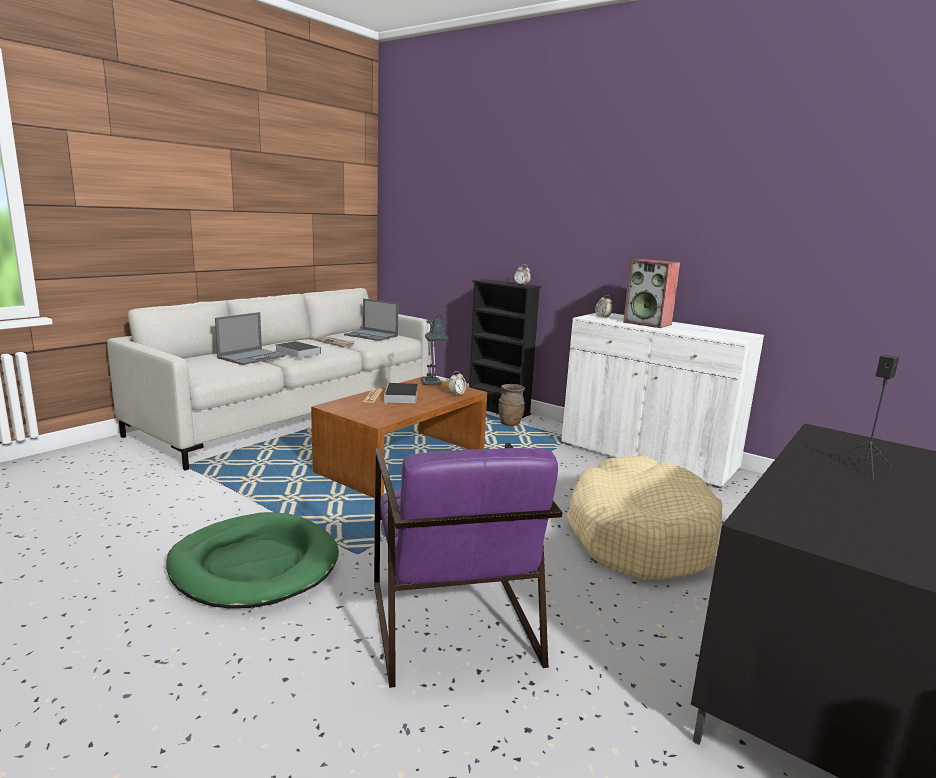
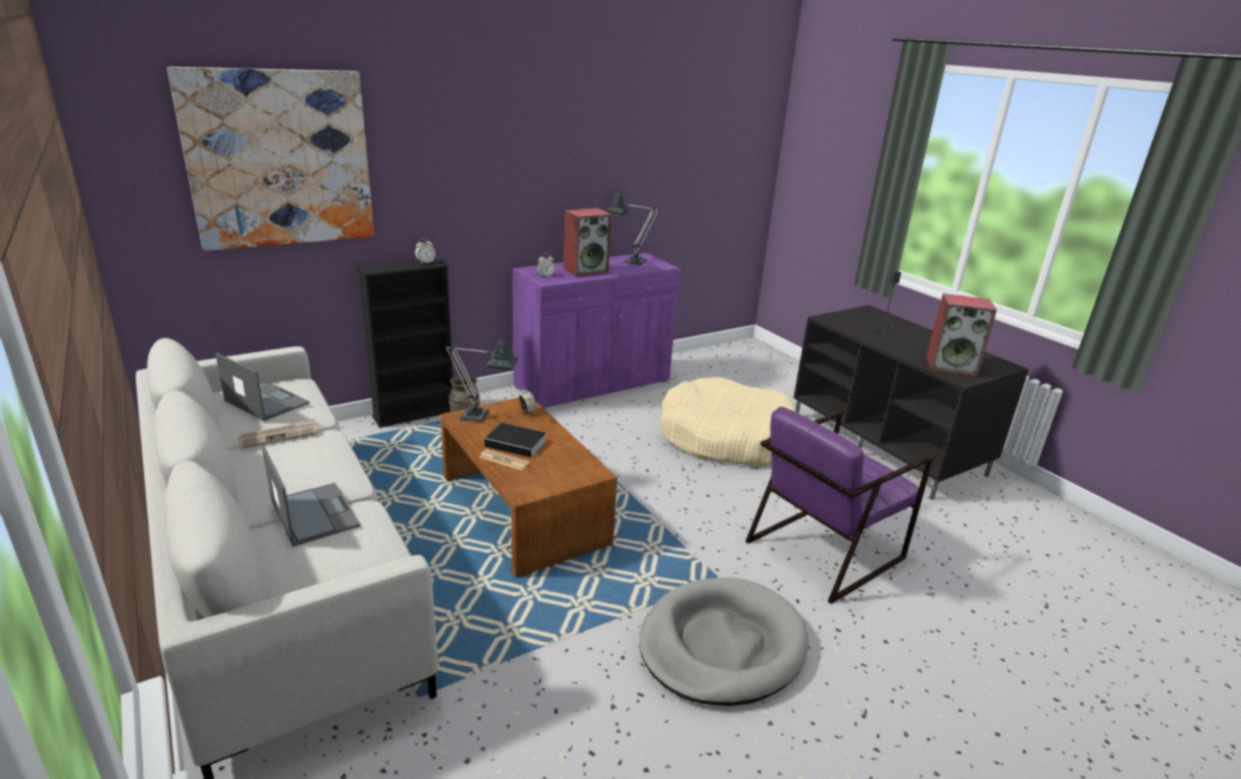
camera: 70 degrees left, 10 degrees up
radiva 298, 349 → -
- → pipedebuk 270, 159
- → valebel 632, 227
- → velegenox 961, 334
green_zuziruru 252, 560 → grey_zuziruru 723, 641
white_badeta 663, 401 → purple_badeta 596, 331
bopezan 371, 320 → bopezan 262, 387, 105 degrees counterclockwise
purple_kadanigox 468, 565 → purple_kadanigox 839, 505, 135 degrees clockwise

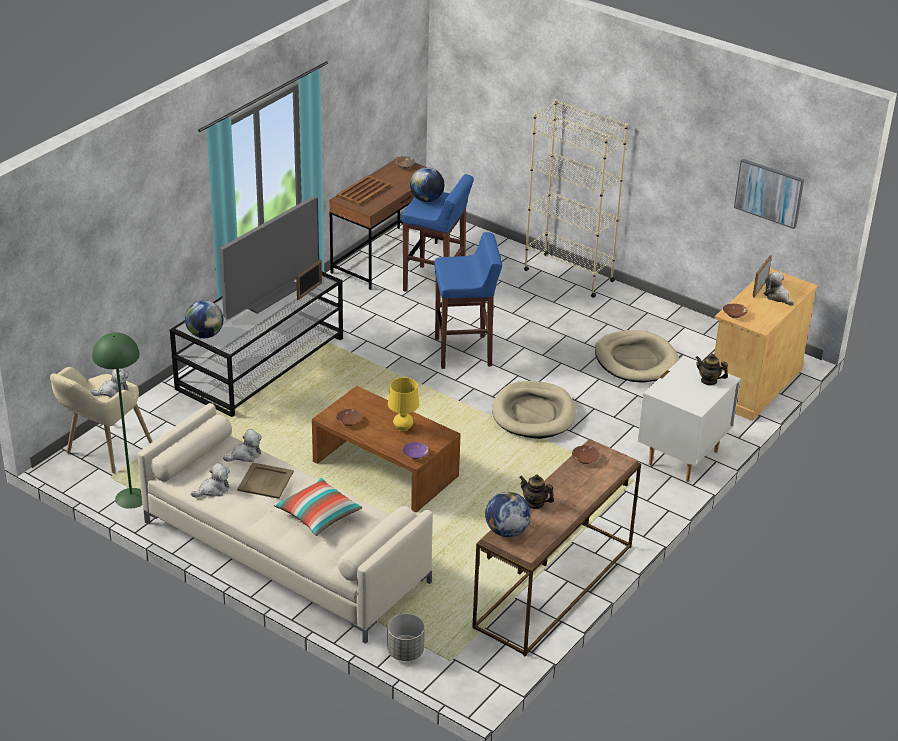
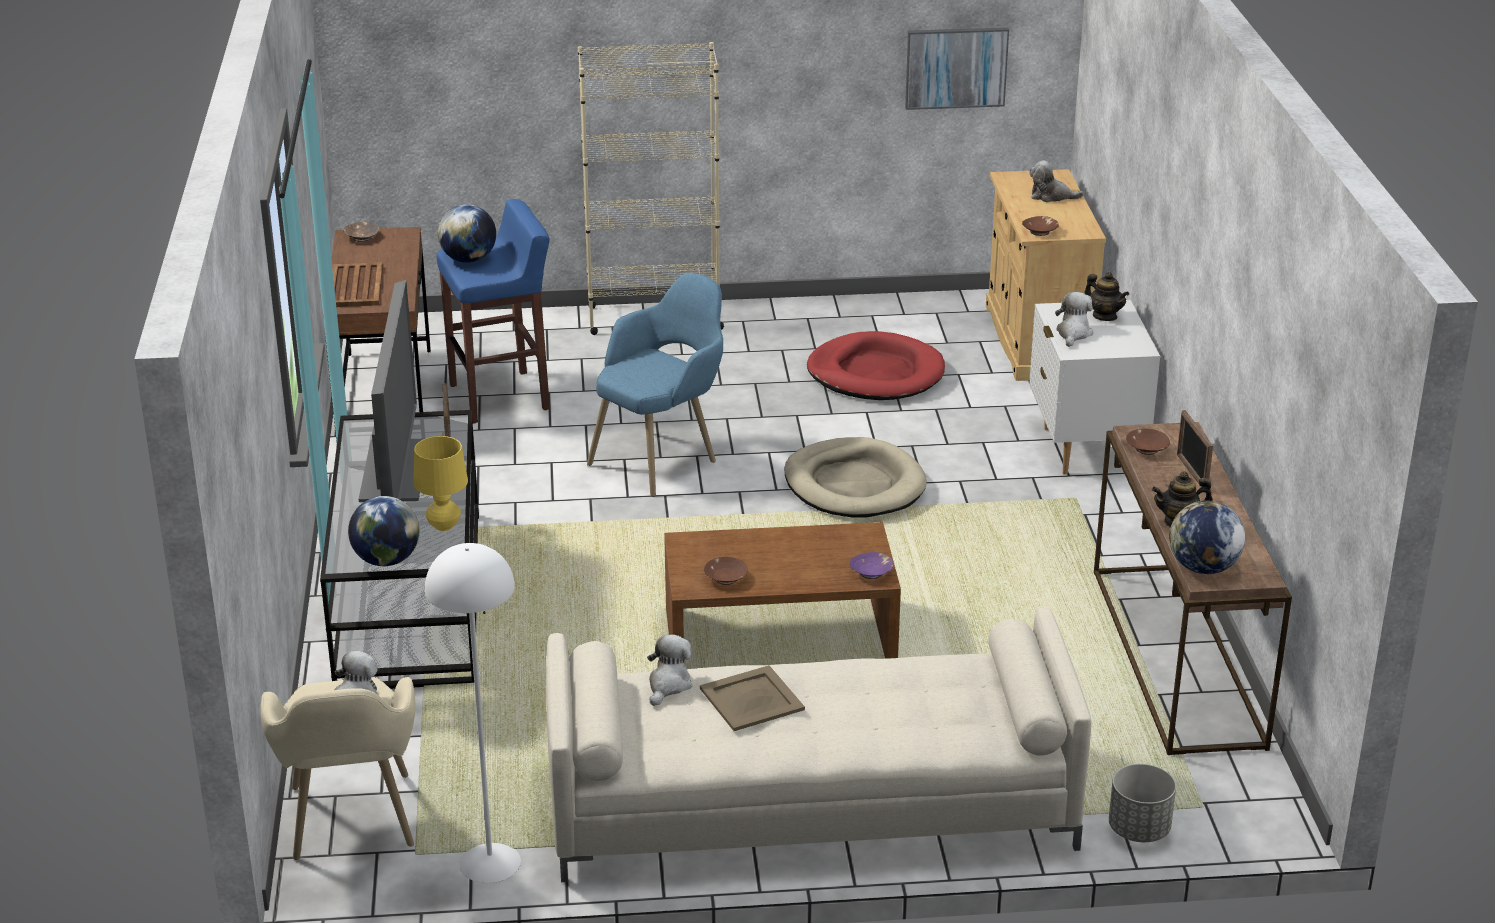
camera: 40 degrees left, 5 degrees down
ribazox 317, 507 → -
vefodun 210, 480 → vefodun 1074, 319, move
yellow_valebel 403, 404 → yellow_valebel 440, 483, move
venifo 762, 276 → venifo 1195, 448, move
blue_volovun 468, 300 → blue_kadanigox 655, 385
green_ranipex 117, 420 → white_ranipex 473, 713
beige_zuziruru 637, 356 → red_zuziruru 876, 365
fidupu 711, 370 → fidupu 1107, 296, 120 degrees counterclockwise

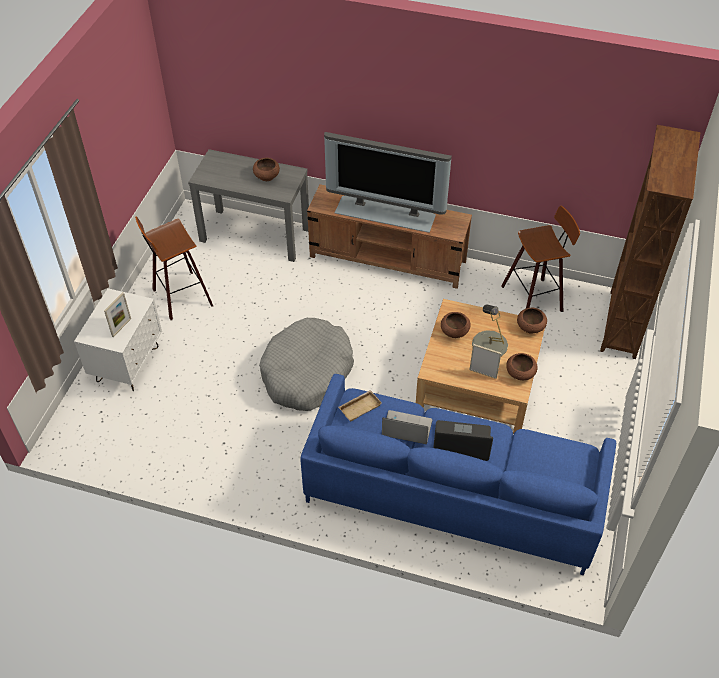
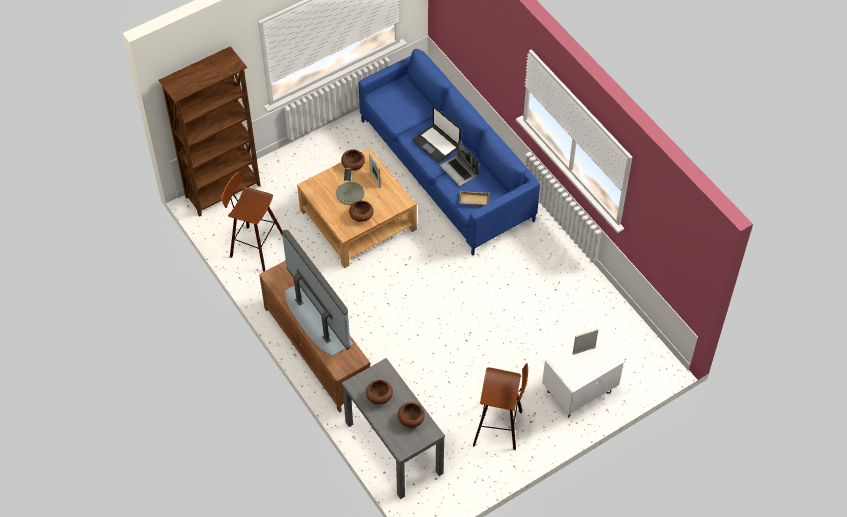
camera: 140 degrees left, 5 degrees up
grey_zuziruru 306, 364 → -
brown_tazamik 532, 321 → brown_tazamik 411, 415, move

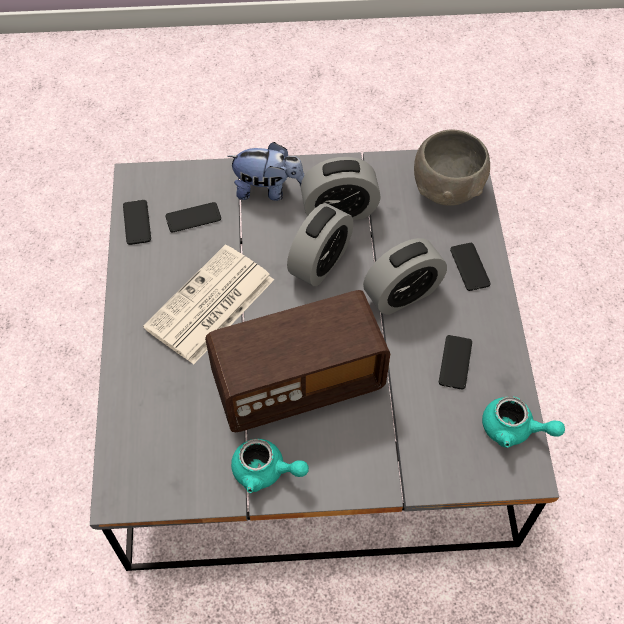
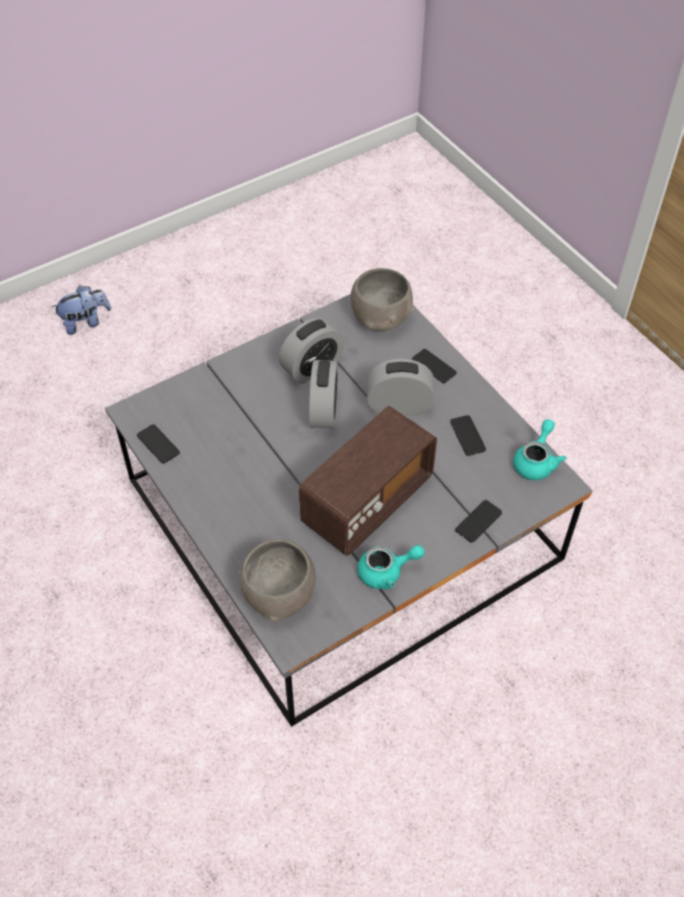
camera: 30 degrees left, 5 degrees down
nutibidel 208, 305 → -
- → grey_tazamik 277, 580
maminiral 193, 217 → maminiral 478, 521, move
vefodun 266, 171 → vefodun 81, 310, move
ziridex 405, 276 → ziridex 401, 387, 120 degrees counterclockwise
turquoise_fidupu 523, 422 → turquoise_fidupu 539, 449, 60 degrees counterclockwise

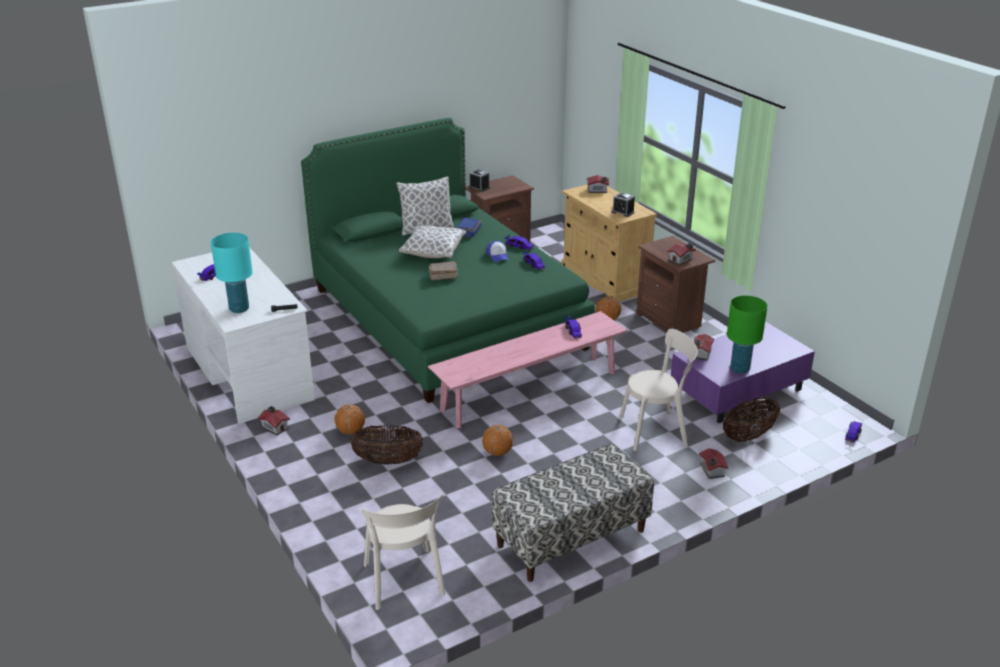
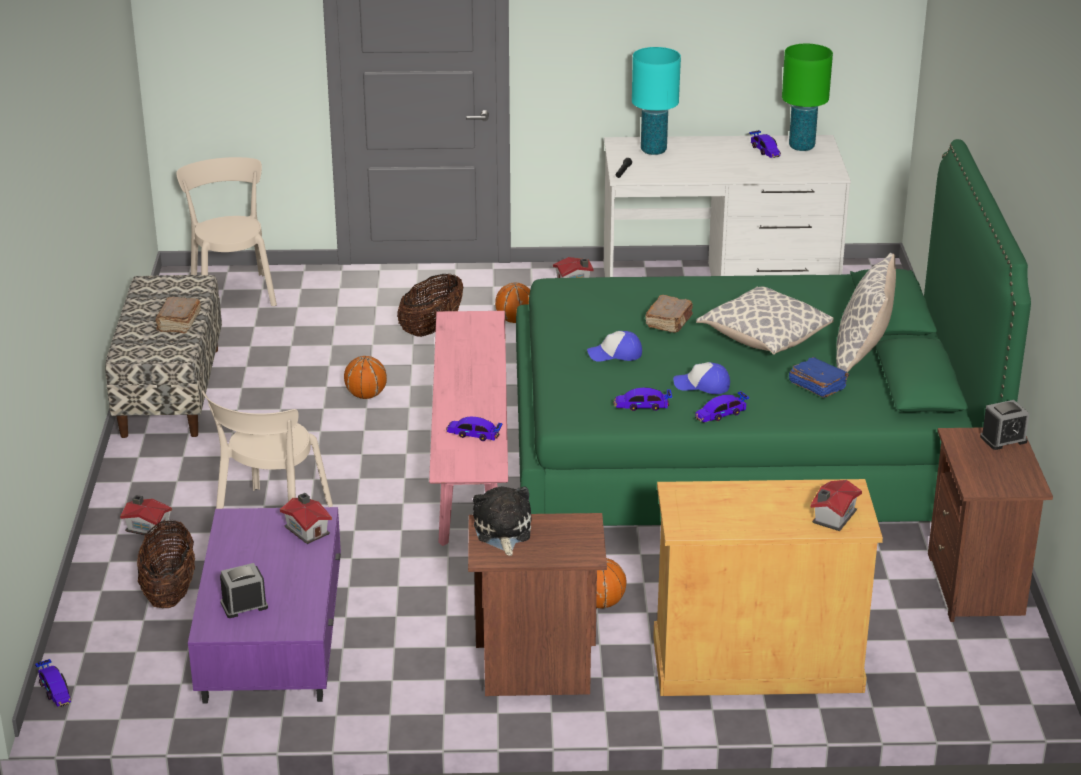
camera: 120 degrees right, 0 degrees up
- → brown_radiva 178, 315
- → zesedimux 614, 346
ziridex 623, 204 → ziridex 244, 590, move
green_valebel 747, 334 → green_valebel 807, 97, move
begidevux 681, 254 → vefodun 502, 521
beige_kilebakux 403, 551 → beige_kilebakux 226, 231, 60 degrees clockwise

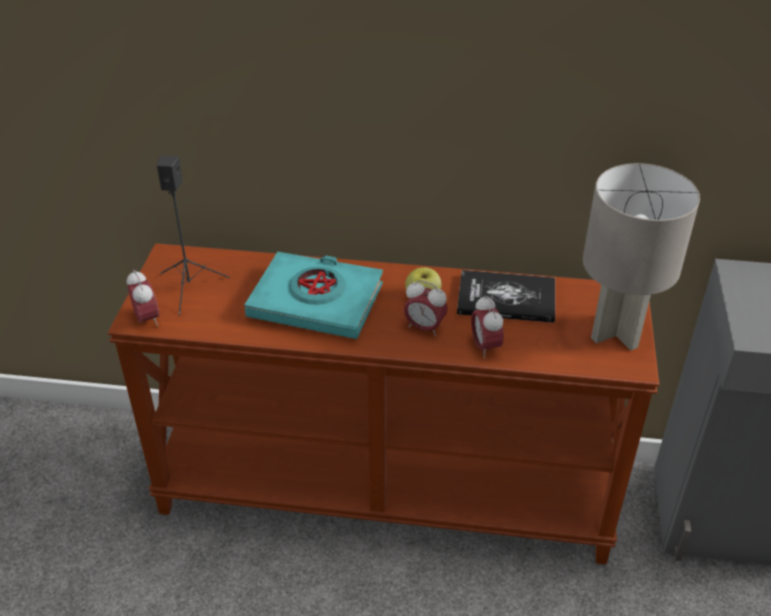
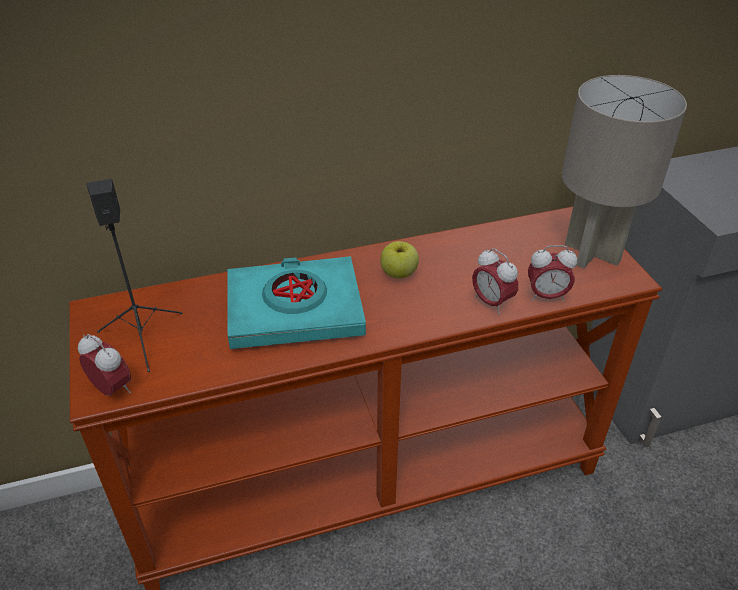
camera: 25 degrees left, 0 degrees up
radiva 506, 296 → -
ziridex 426, 308 → ziridex 552, 273, move

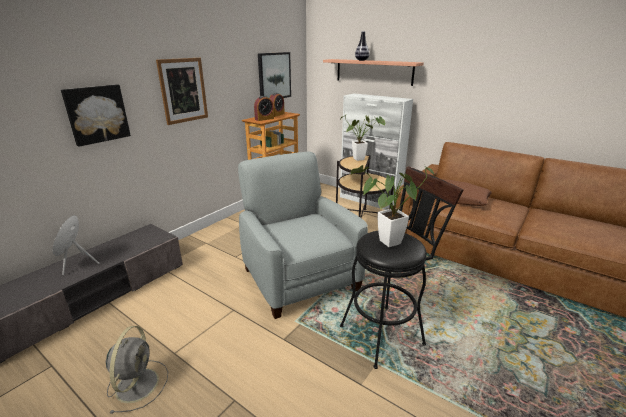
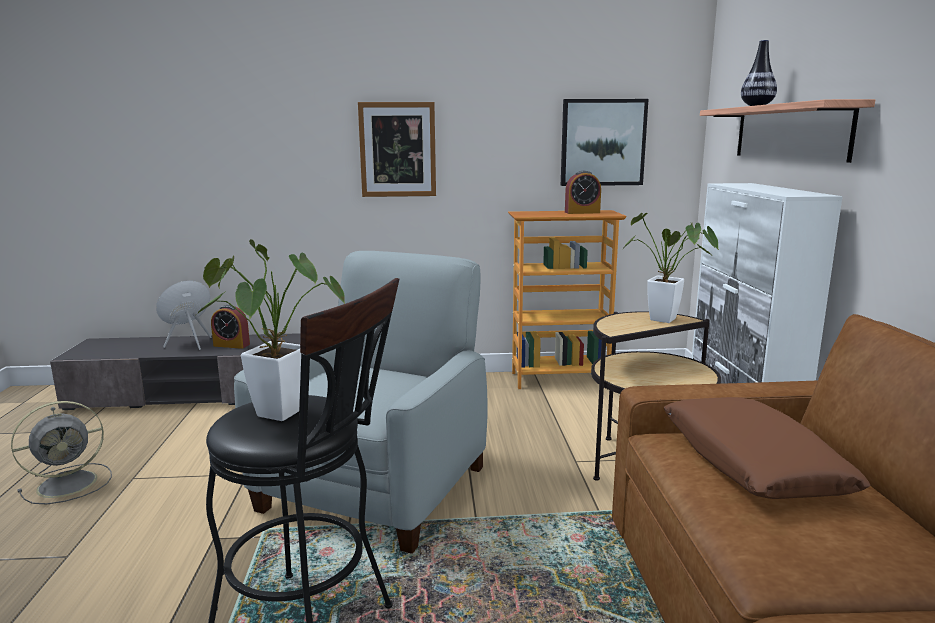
camera: 50 degrees right, 10 degrees down
pipedebuk 96, 115 → -
ziridex 264, 108 → ziridex 230, 327, move

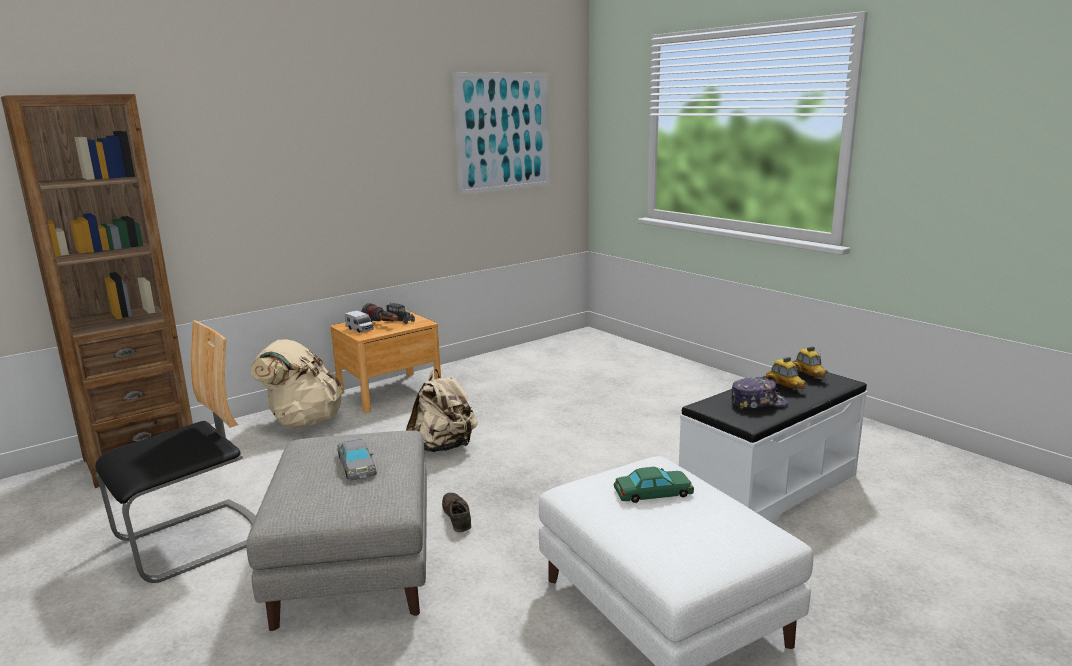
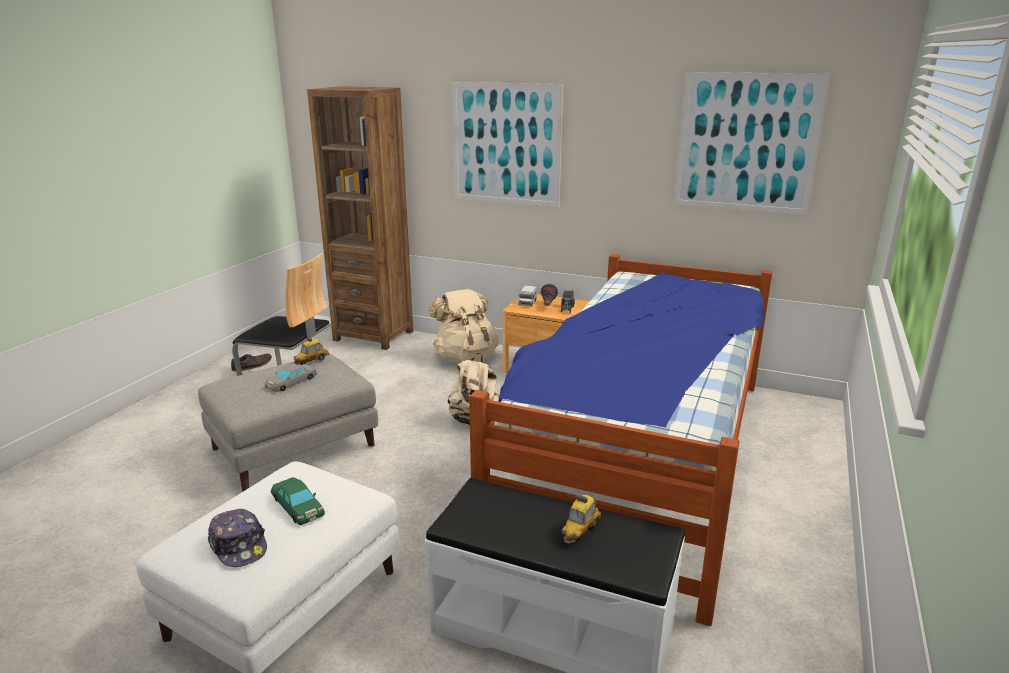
camera: 60 degrees right, 5 degrees up
- → pipedebuk 507, 144
- → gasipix 620, 440
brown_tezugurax 456, 512 → brown_tezugurax 251, 362, move
zesedimux 759, 393 → zesedimux 237, 538, move
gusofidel 810, 363 → gusofidel 312, 351, move

